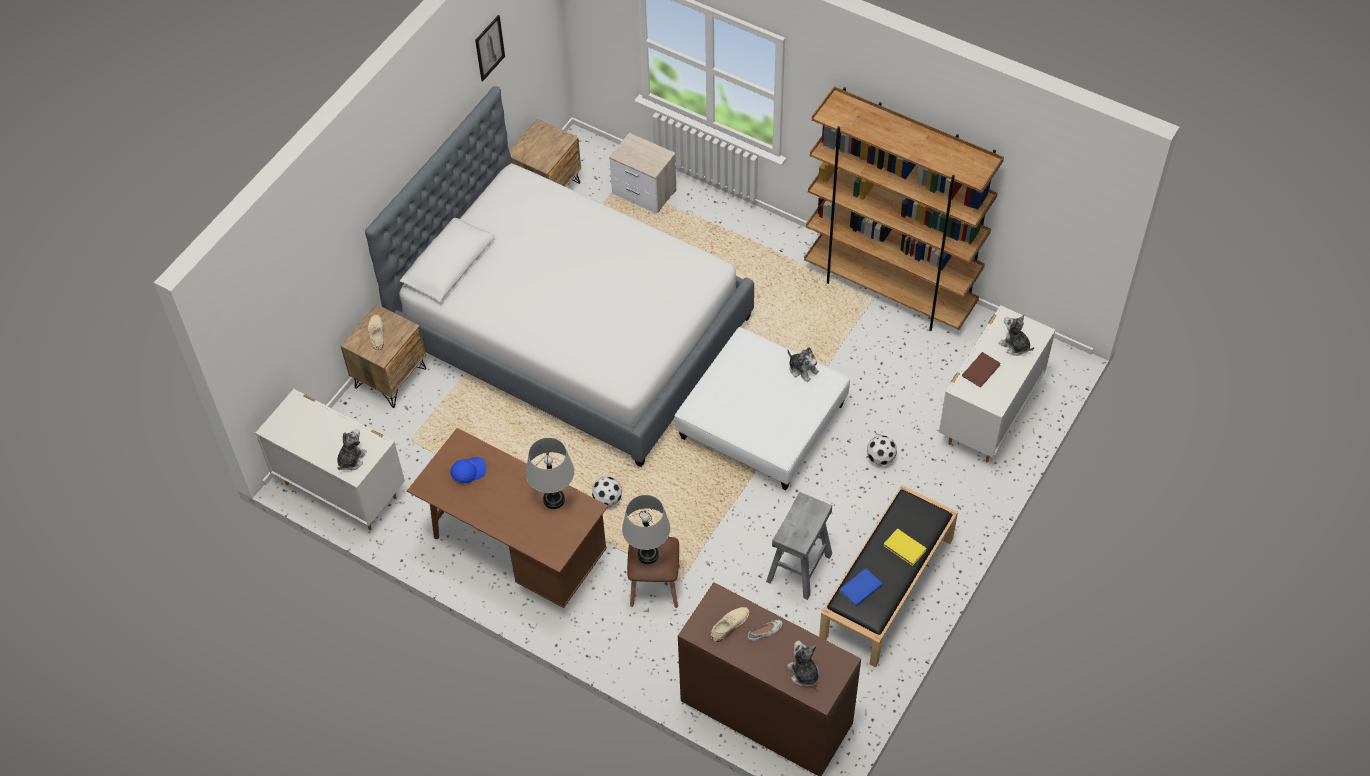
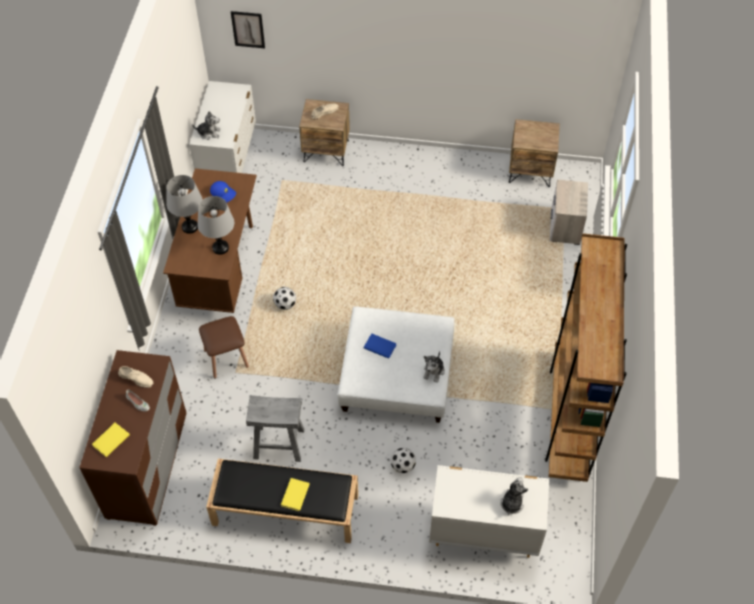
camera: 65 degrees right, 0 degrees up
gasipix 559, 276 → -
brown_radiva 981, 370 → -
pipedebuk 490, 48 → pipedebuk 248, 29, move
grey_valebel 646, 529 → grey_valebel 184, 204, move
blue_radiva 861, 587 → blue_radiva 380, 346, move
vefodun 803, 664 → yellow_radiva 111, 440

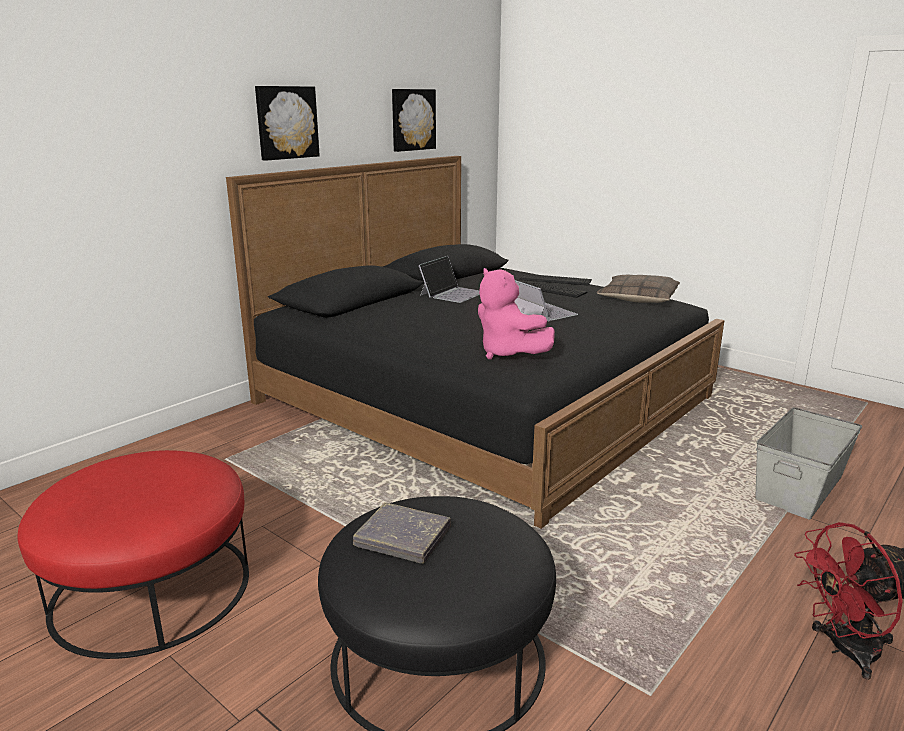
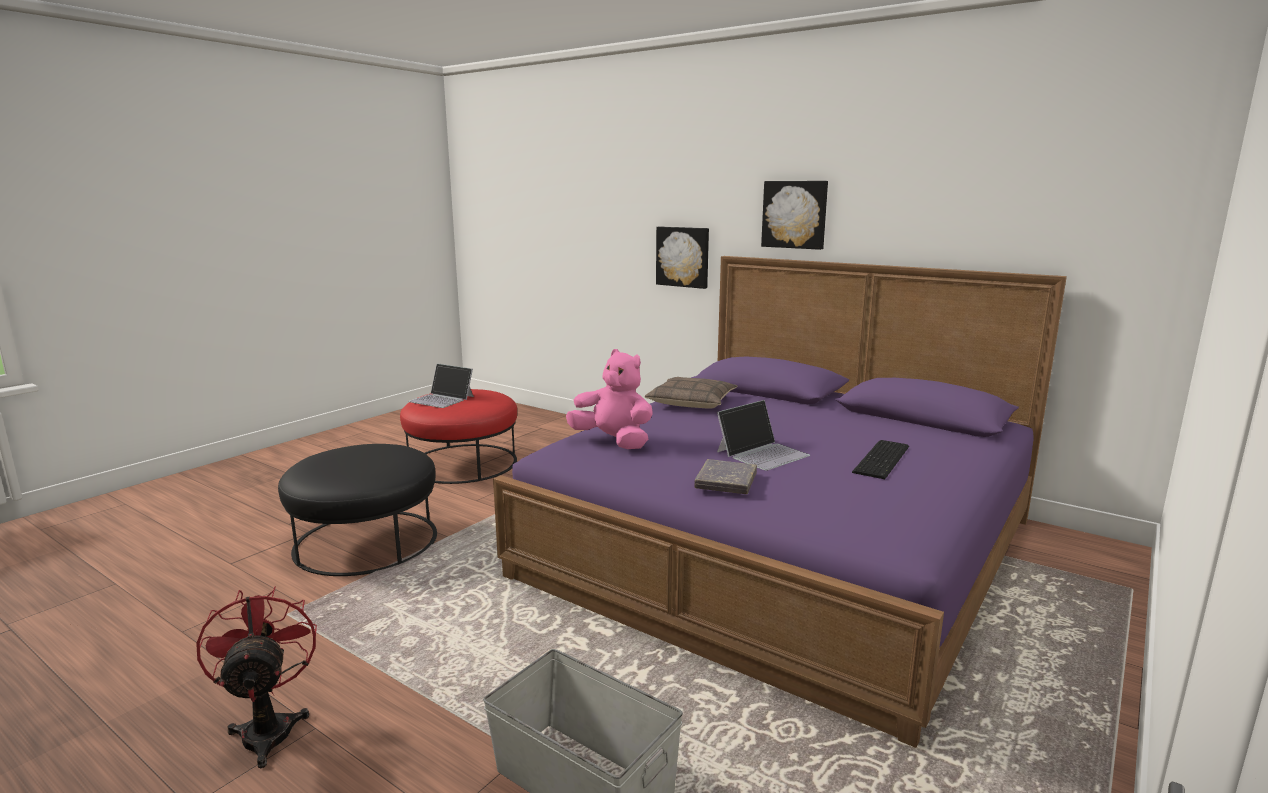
camera: 85 degrees right, 5 degrees down
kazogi 555, 280 → -
grey_radiva 402, 532 → grey_radiva 725, 476, move
pipedebuk 414, 120 → pipedebuk 682, 257, move
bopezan 449, 279 → bopezan 441, 386, move
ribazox 638, 289 → ribazox 691, 393, move
black_gasipix 475, 342 → purple_gasipix 780, 502
pink_vefodun 516, 313 → pink_vefodun 609, 399, 75 degrees clockwise

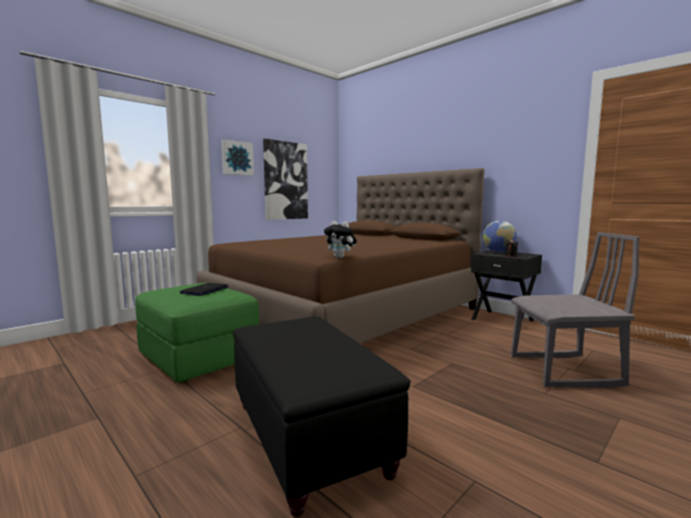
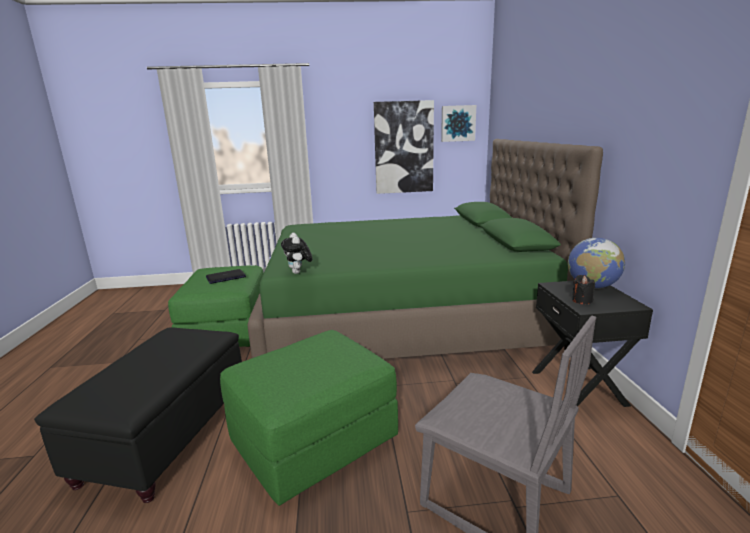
camera: 40 degrees right, 10 degrees up
- → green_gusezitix 309, 418
pipedebuk 237, 157 → pipedebuk 458, 123, move
brown_gasipix 340, 256 → green_gasipix 425, 249

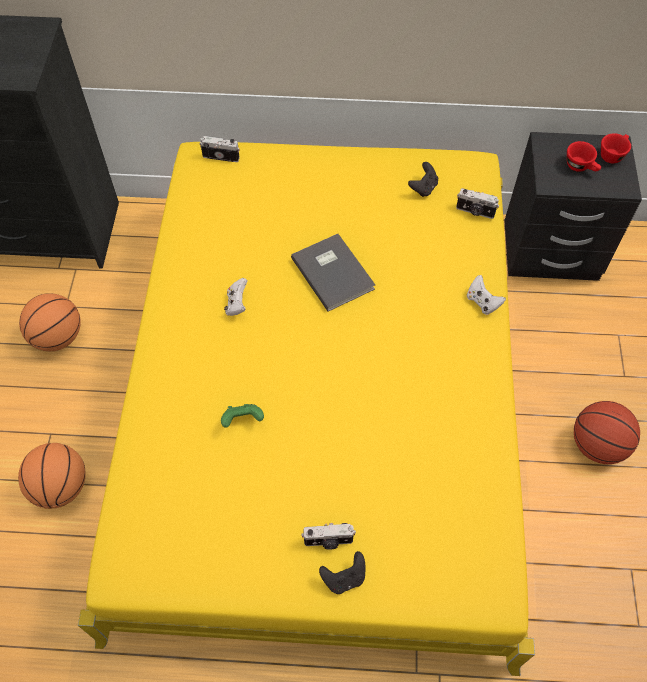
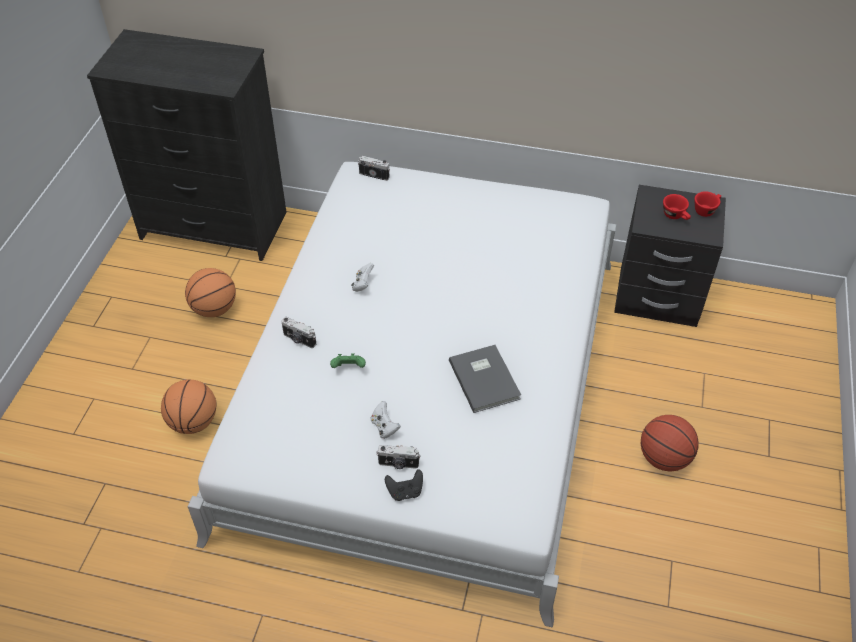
camera: 10 degrees right, 10 degrees down
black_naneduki 423, 179 → -
grey_radiva 333, 273 → grey_radiva 485, 379, move
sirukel 477, 203 → sirukel 298, 332, move
white_naneduki 486, 295 → white_naneduki 385, 420, move
yellow_gasipix 306, 409 → white_gasipix 402, 394

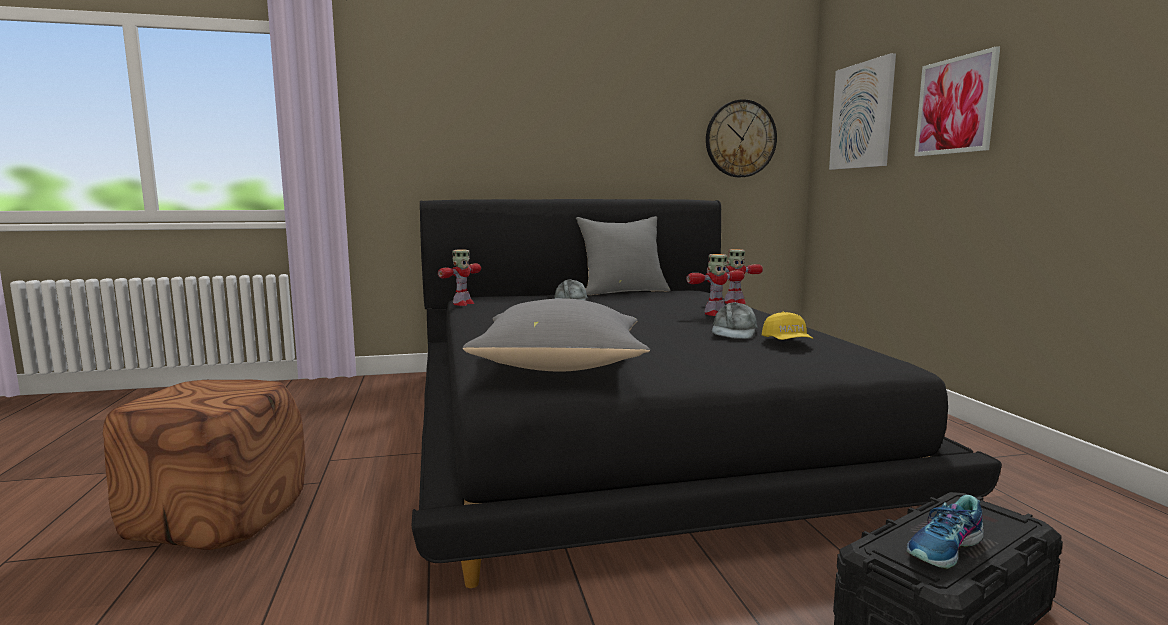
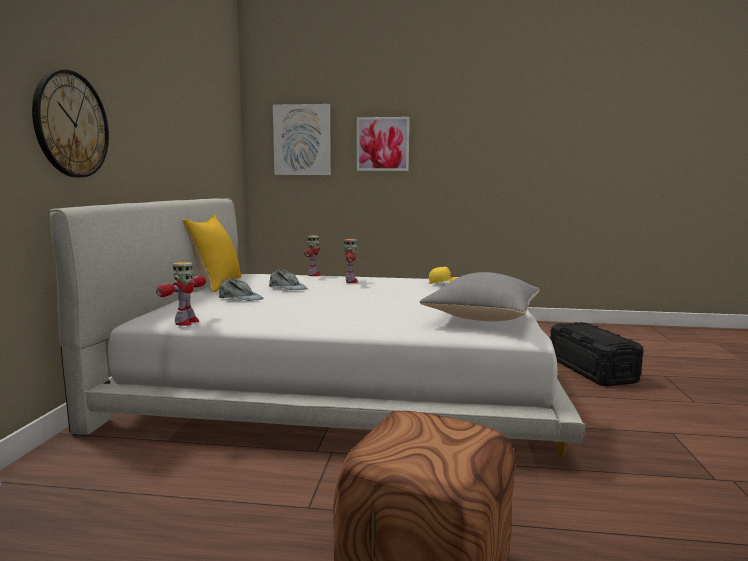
camera: 70 degrees left, 0 degrees up
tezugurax 945, 532 → -
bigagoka 741, 138 → bigagoka 70, 123, move
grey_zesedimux 735, 320 → grey_zesedimux 288, 279, move
black_gasipix 707, 393 → white_gasipix 317, 327
grey_ribazox 623, 255 → yellow_ribazox 212, 253
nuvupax 459, 277 → nuvupax 181, 294, 60 degrees clockwise

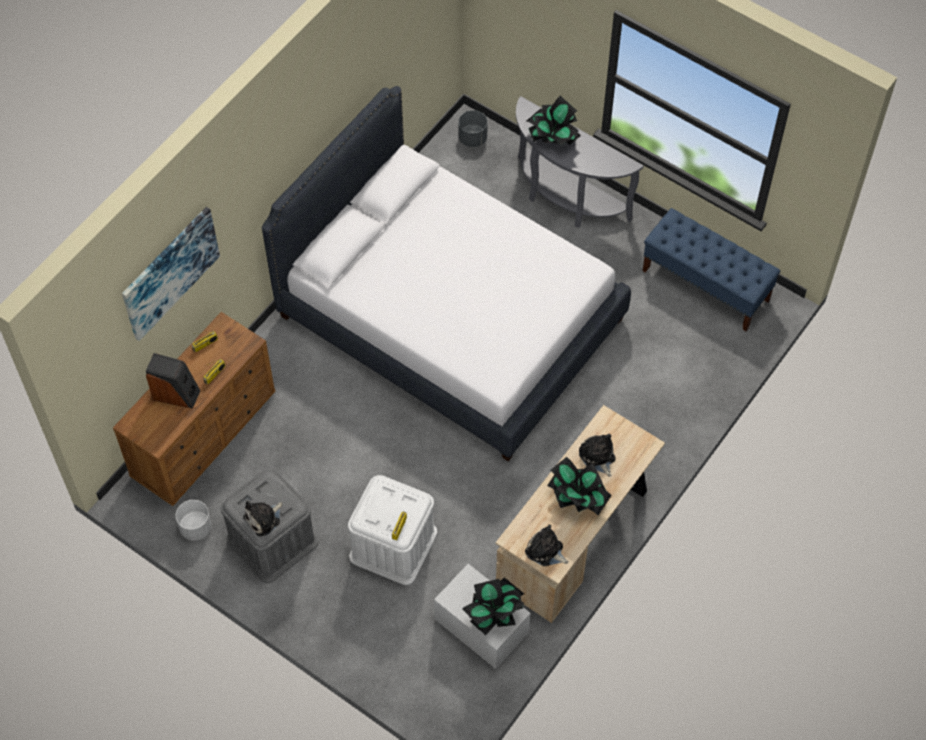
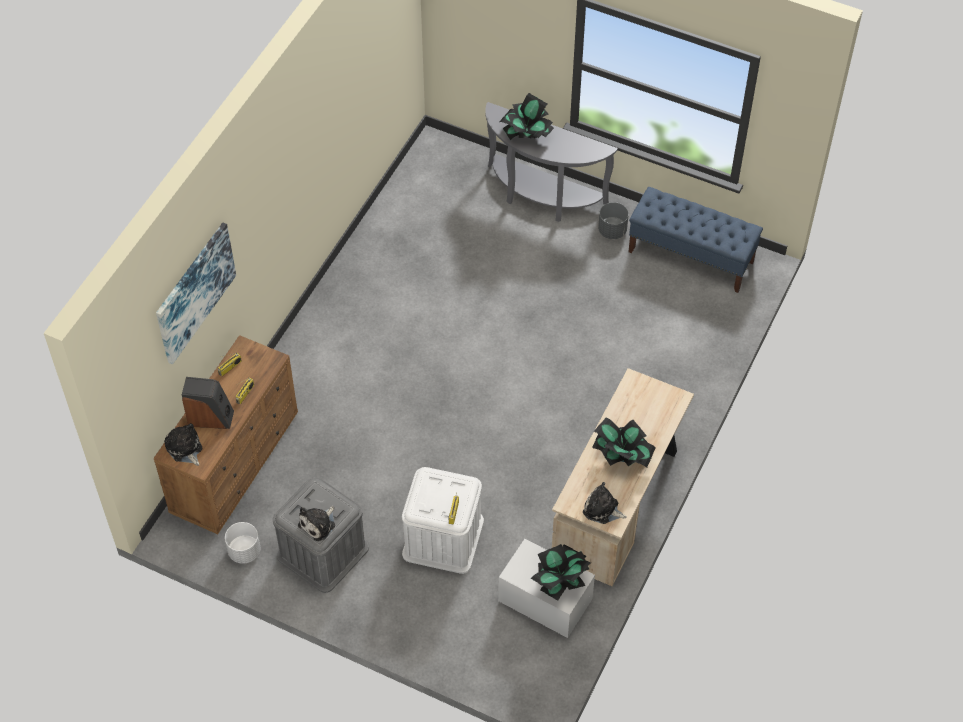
camera: 10 degrees left, 5 degrees down
white_gasipix 446, 273 → -
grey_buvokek 473, 128 → grey_buvokek 613, 220, move
vefodun 597, 455 → vefodun 183, 444, move

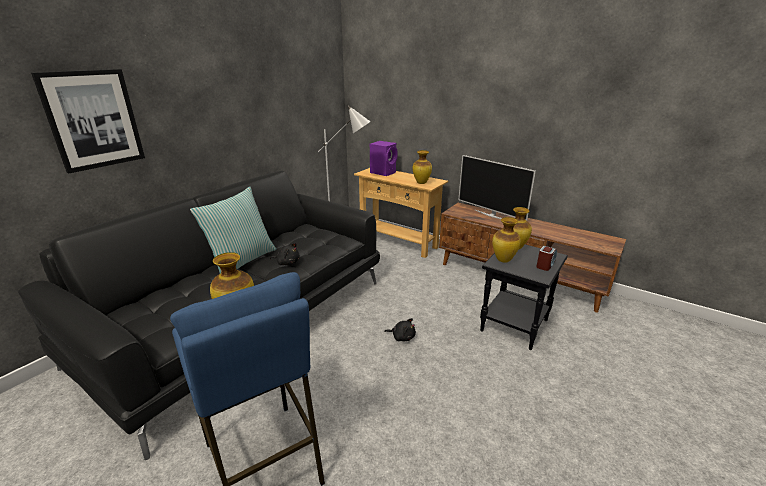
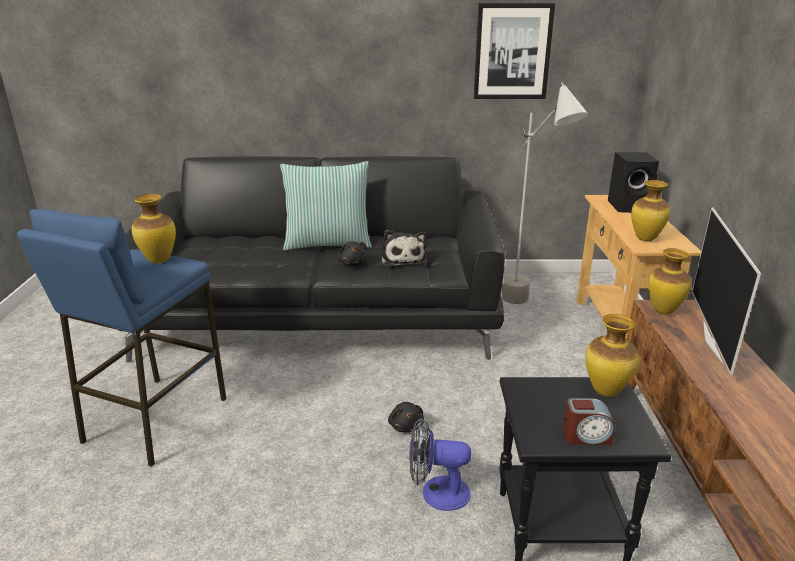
camera: 55 degrees right, 0 degrees up
- → vefodun 403, 248
- → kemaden 440, 464
pipedebuk 88, 121 → pipedebuk 514, 51, move
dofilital 506, 240 → dofilital 669, 281, move
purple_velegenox 384, 158 → black_velegenox 633, 182

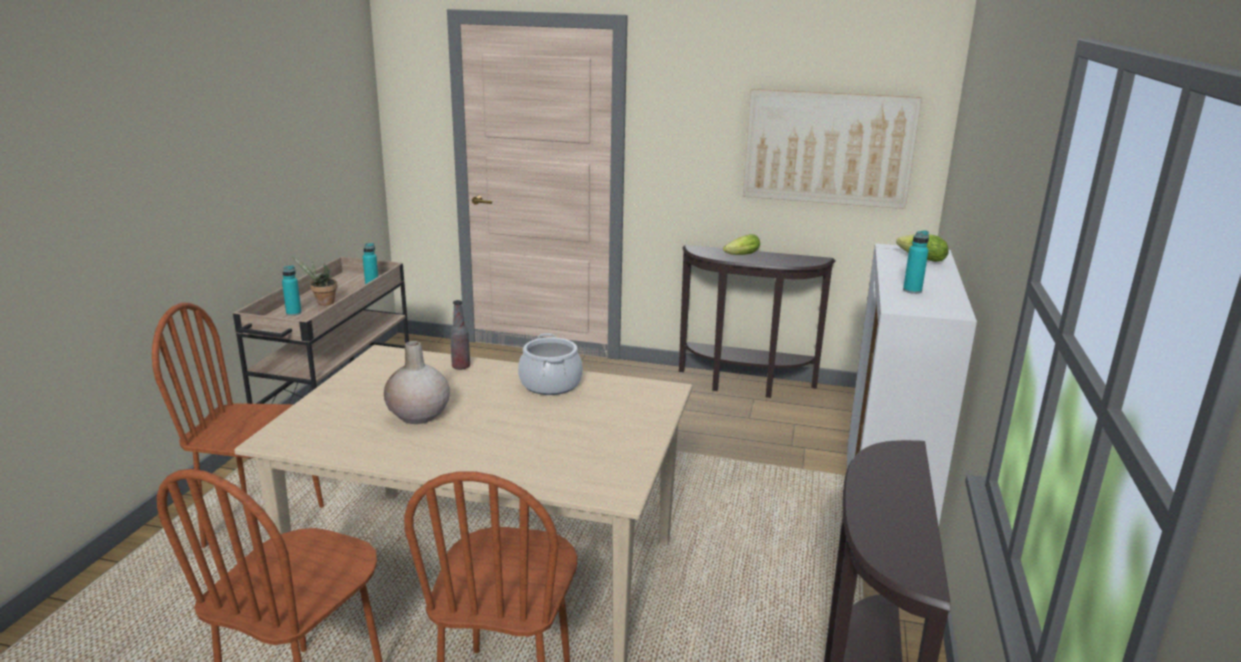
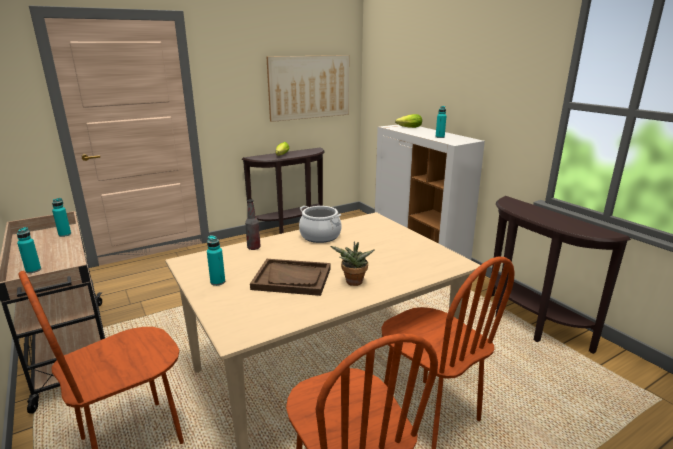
camera: 45 degrees left, 0 degrees up
- → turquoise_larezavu 216, 260
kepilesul 315, 281 → kepilesul 353, 263, move
beige_dofilital 417, 382 → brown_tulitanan 290, 277

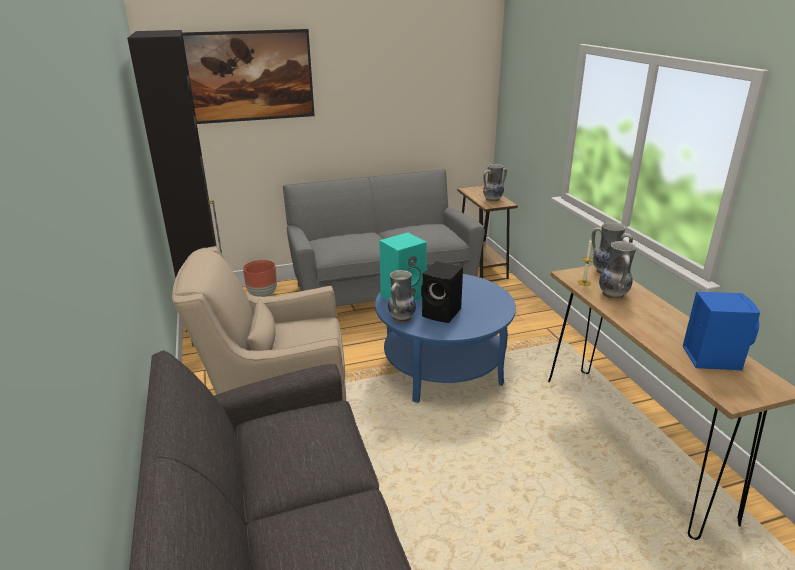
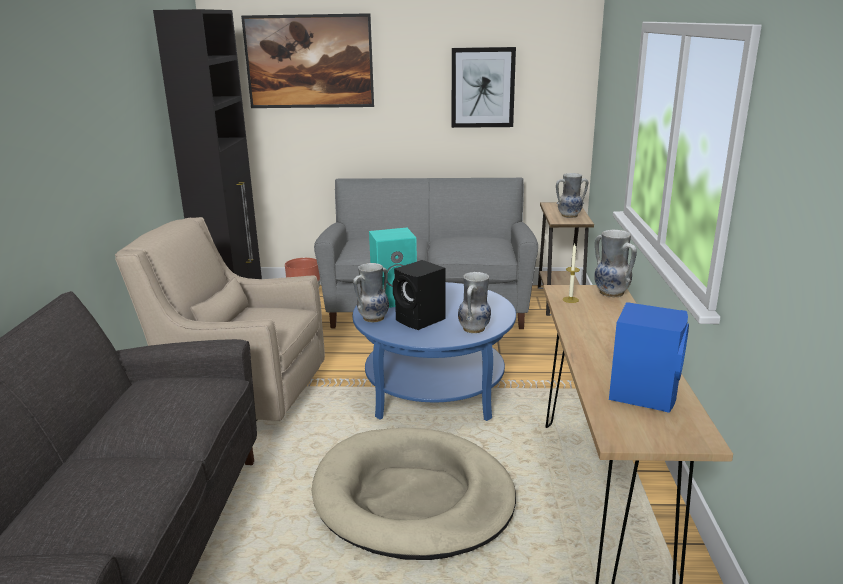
camera: 20 degrees right, 5 degrees down
- → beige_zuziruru 414, 494
- → pipedebuk 484, 87
dofilital 617, 270 → dofilital 474, 302, move

